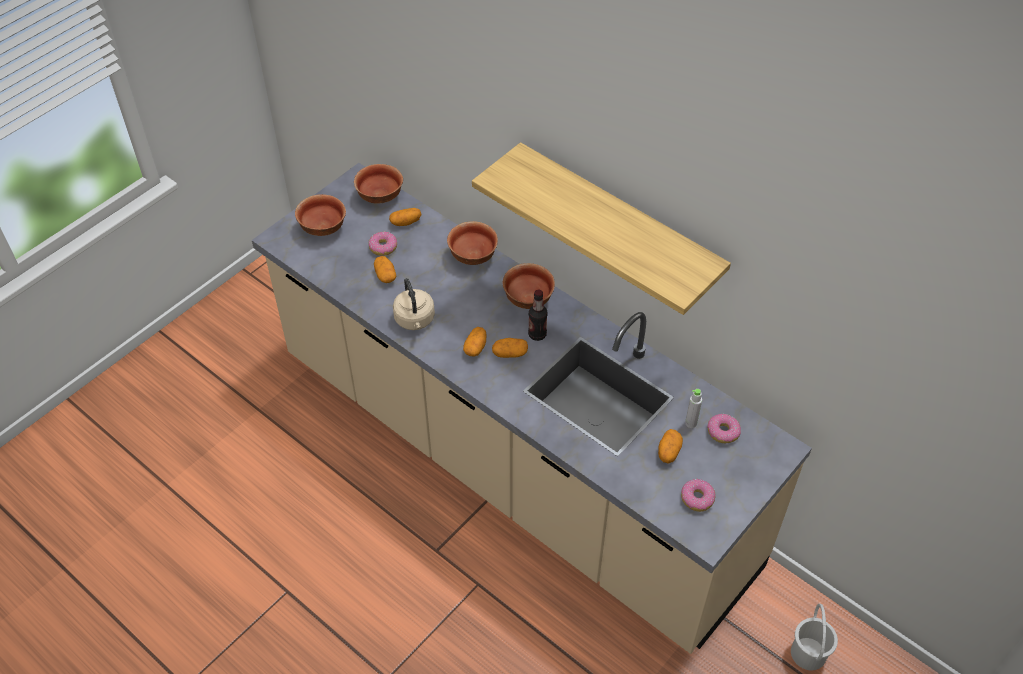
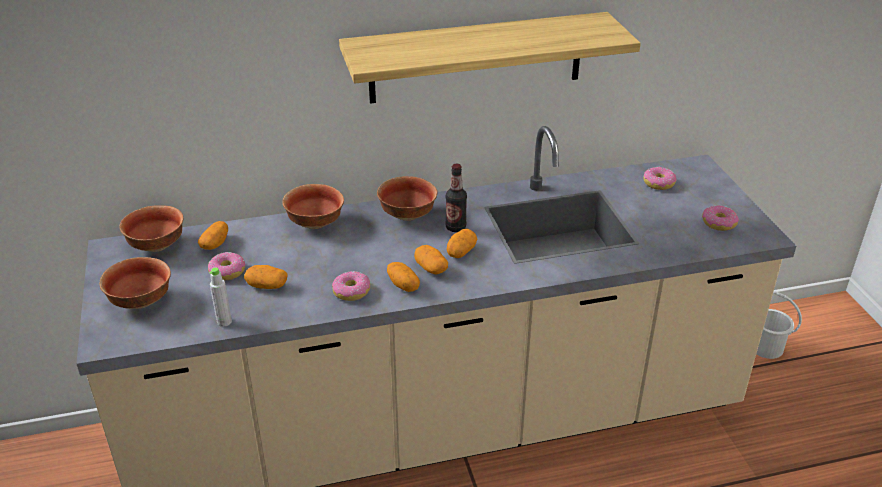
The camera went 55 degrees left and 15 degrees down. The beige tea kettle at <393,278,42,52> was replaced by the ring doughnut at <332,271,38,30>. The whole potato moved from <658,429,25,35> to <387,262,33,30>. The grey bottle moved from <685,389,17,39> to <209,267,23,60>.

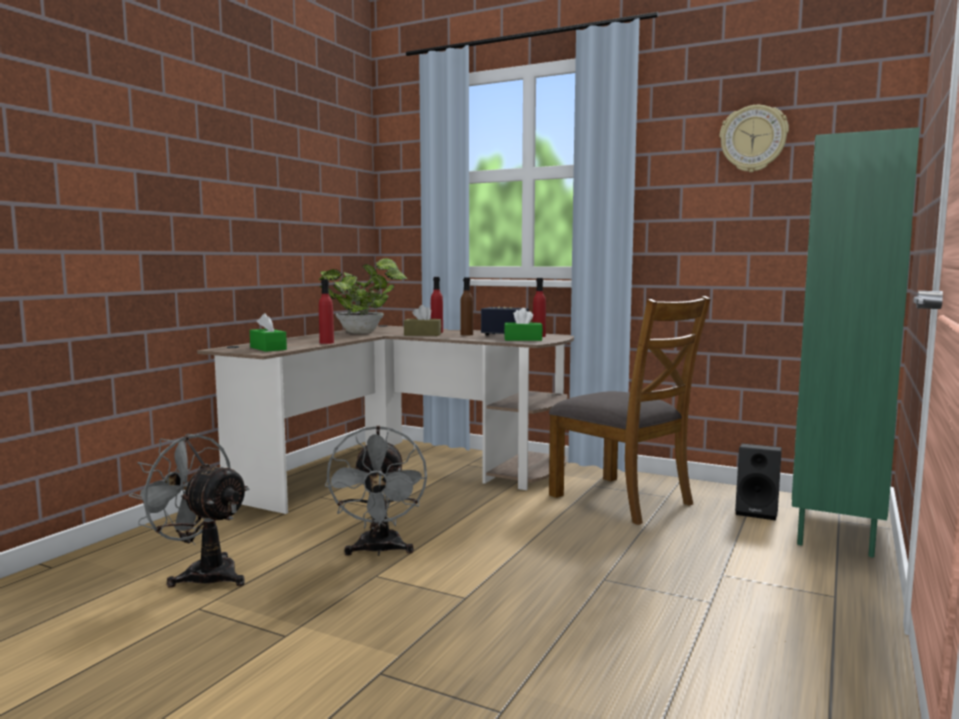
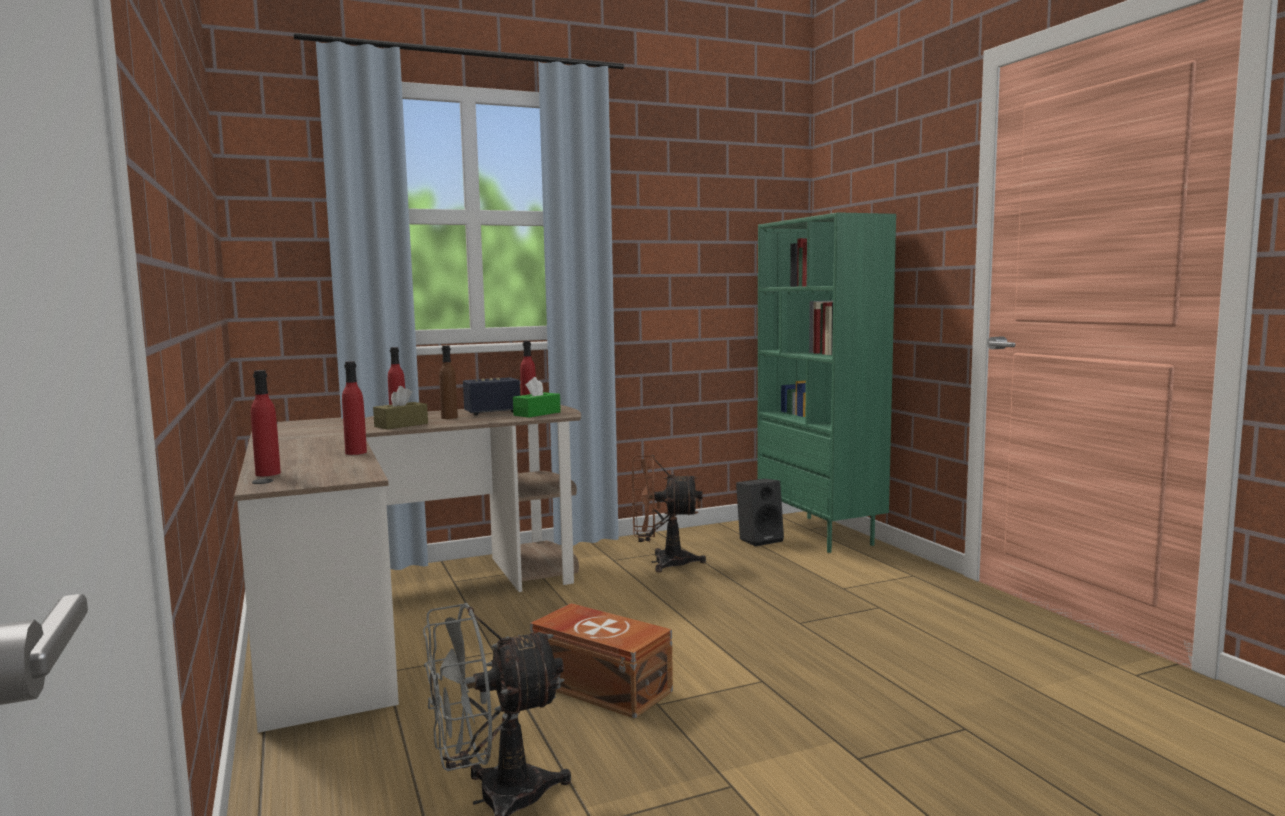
The camera went 50 degrees left and 0 degrees up. The greenish box of tissues at <250,313,37,39> disappeared. The plant in a pot at <318,258,90,76> disappeared. The grey cooling fan at <325,426,102,130> was replaced by the brownish storage bin at <530,603,143,115>. The brownish upright chair at <549,296,162,229> was replaced by the brownish cooling fan at <632,454,74,119>. The wall clock at <720,105,69,67> disappeared. The red-coloured bottle at <251,370,30,106> appeared.

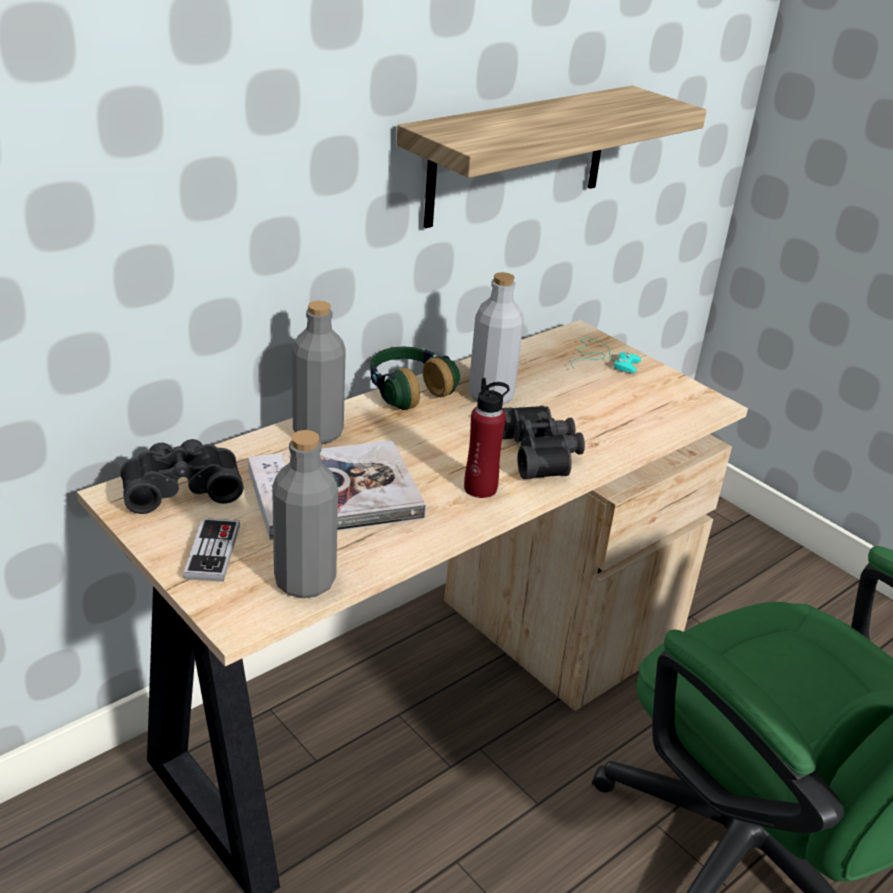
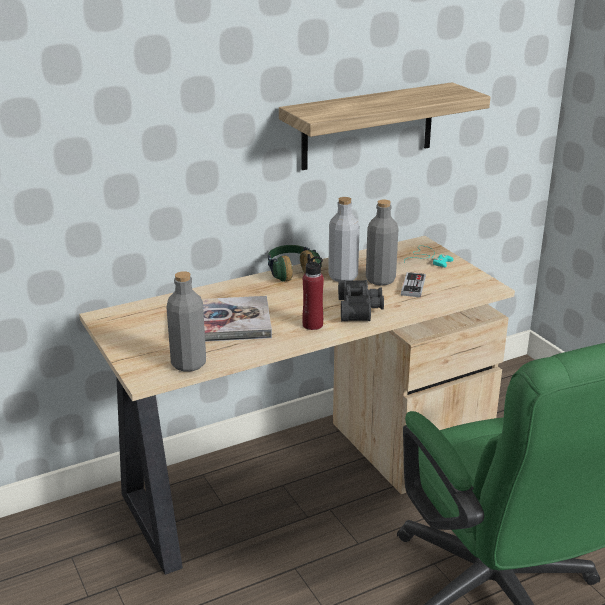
The camera went 15 degrees right and 5 degrees down. The blackish field glasses at <121,439,123,75> disappeared. The game controller moved from <183,518,57,64> to <401,272,25,25>. The grey bottle moved from <292,301,54,143> to <366,199,33,87>.

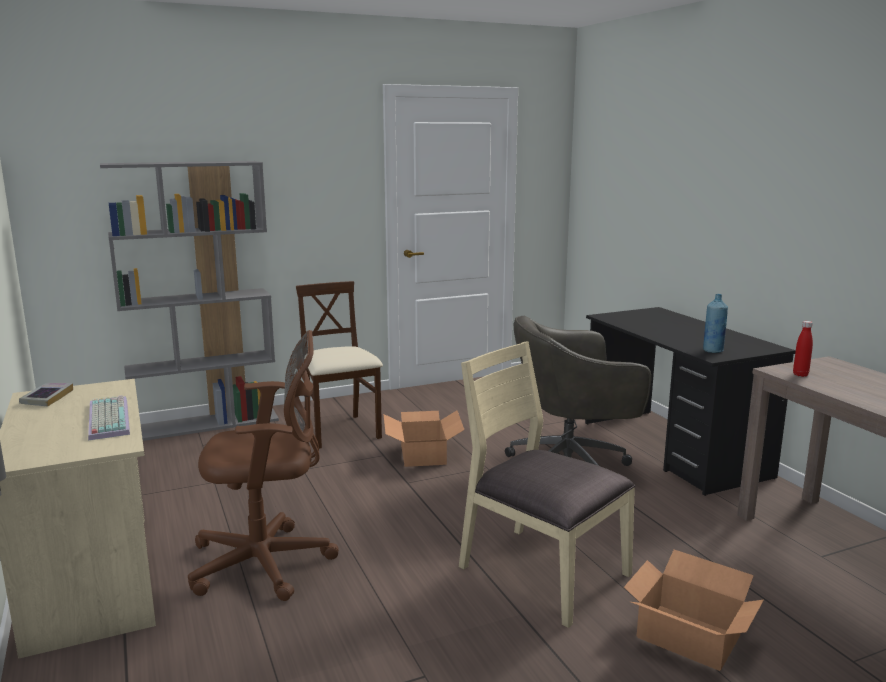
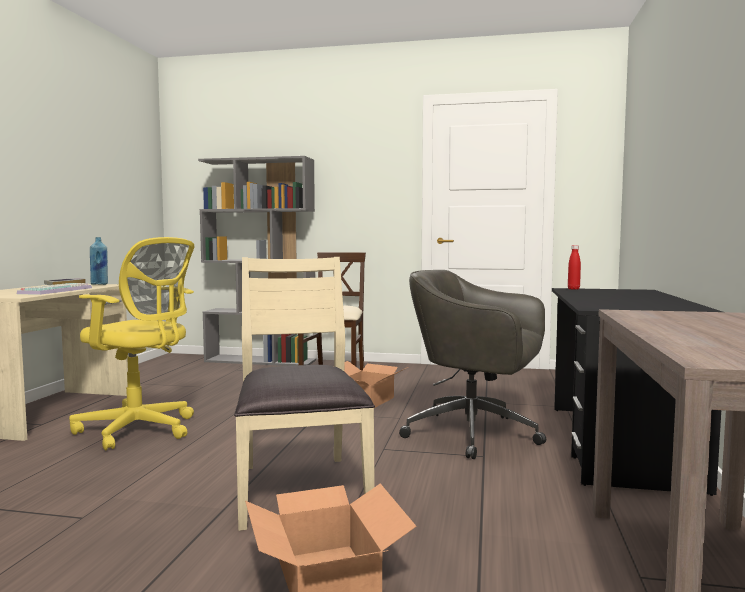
The camera went 35 degrees right and 10 degrees down. The brownish office chair at <188,330,151,271> became the yellow office chair at <69,237,125,214>. The blue bottle moved from <703,294,25,59> to <90,237,18,48>. The red-coloured bottle moved from <793,321,20,56> to <568,245,13,45>.

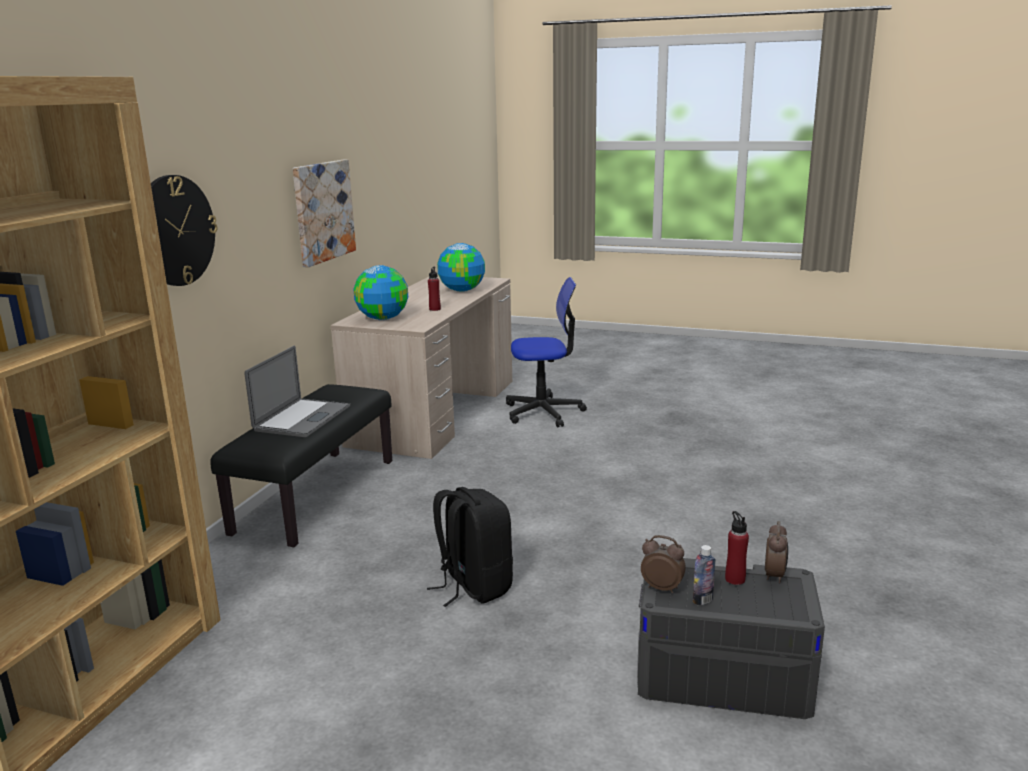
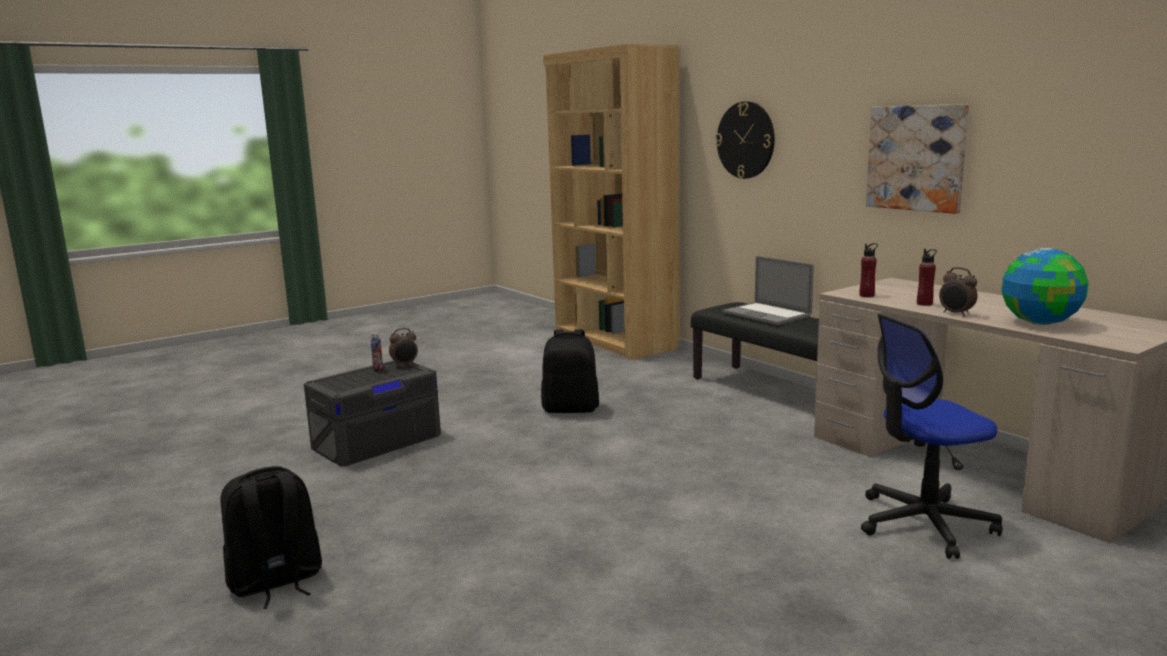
The camera went 125 degrees right and 5 degrees down. The desk globe at <353,265,55,55> disappeared. The office chair at <506,277,81,150> turned 45 degrees clockwise. The red-coloured bottle moved from <725,511,24,74> to <859,243,19,54>. The bedside clock moved from <765,521,23,62> to <939,267,39,49>. The blackish knapsack at <221,466,101,143> appeared.

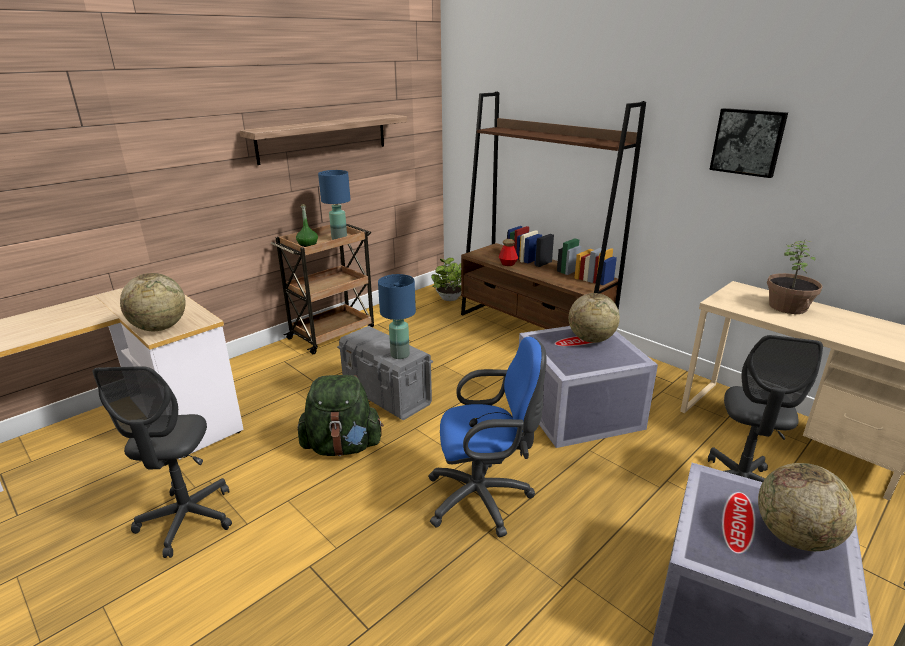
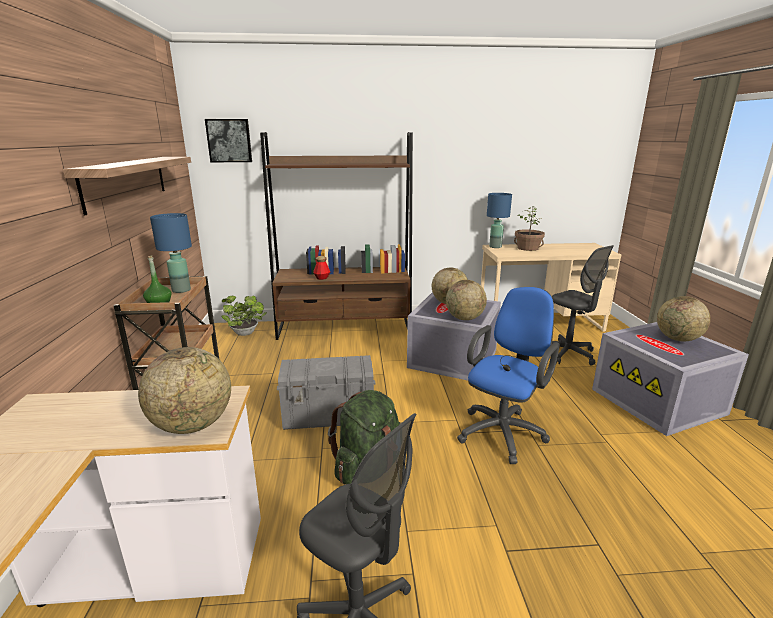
The camera went 50 degrees left and 5 degrees down. The blue tabletop lamp moved from <378,274,38,85> to <487,193,25,55>. The wall art moved from <709,108,79,70> to <205,119,47,43>. The desk globe at <446,280,41,40> appeared.

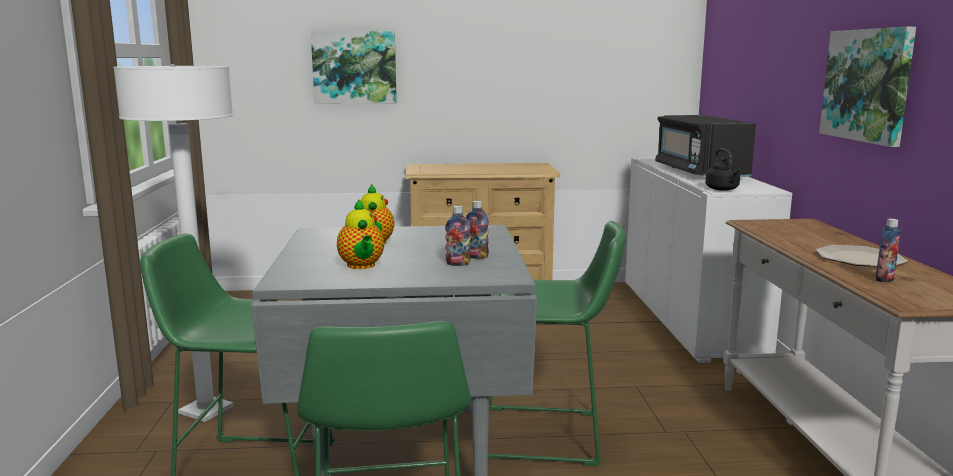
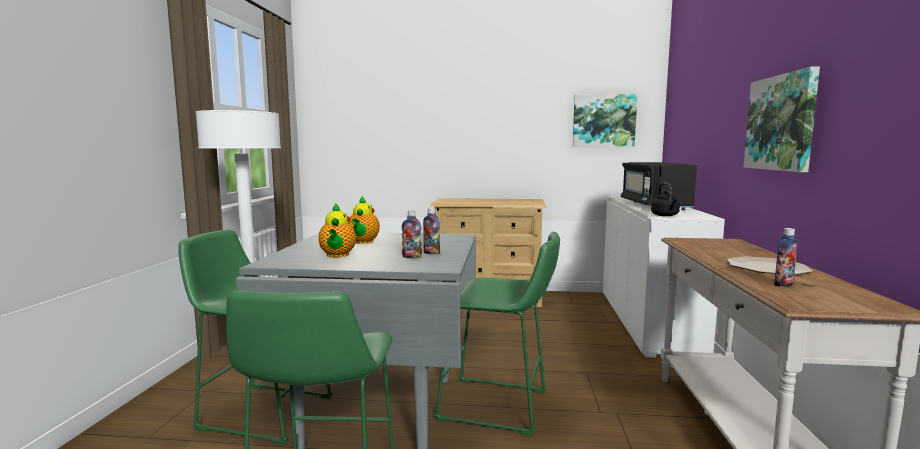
The camera went 10 degrees right and 5 degrees down. The wall art moved from <311,31,86,73> to <573,94,64,53>.

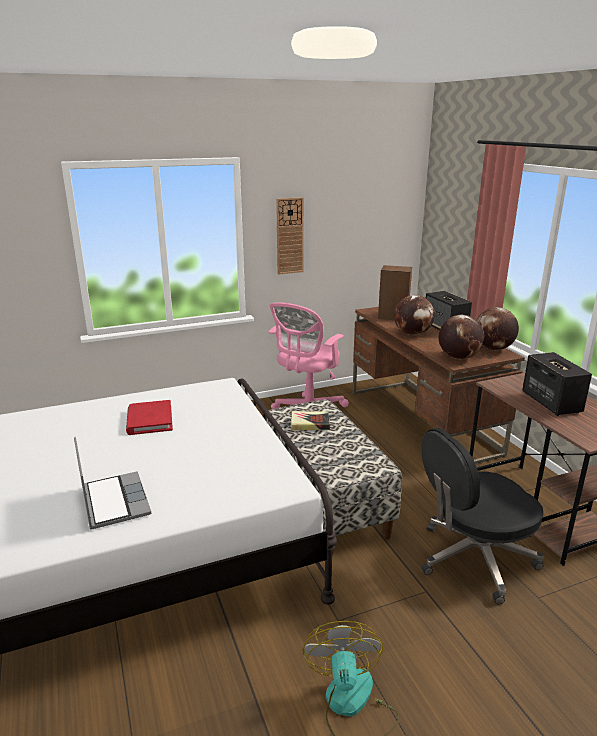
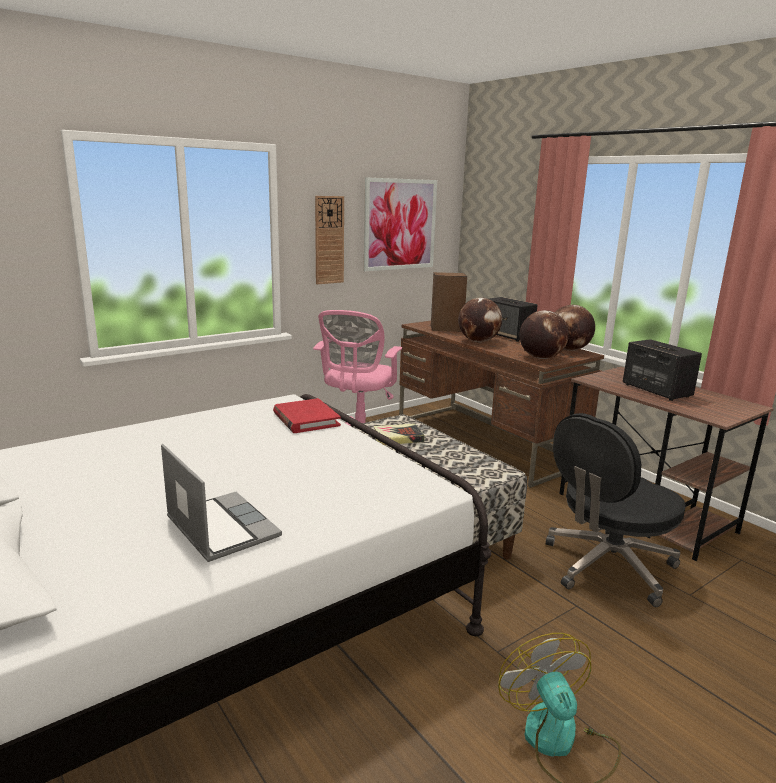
The camera went 15 degrees left and 5 degrees down. The red-coloured volume moved from <126,400,47,35> to <273,398,68,35>. The wall art at <364,177,73,94> appeared.

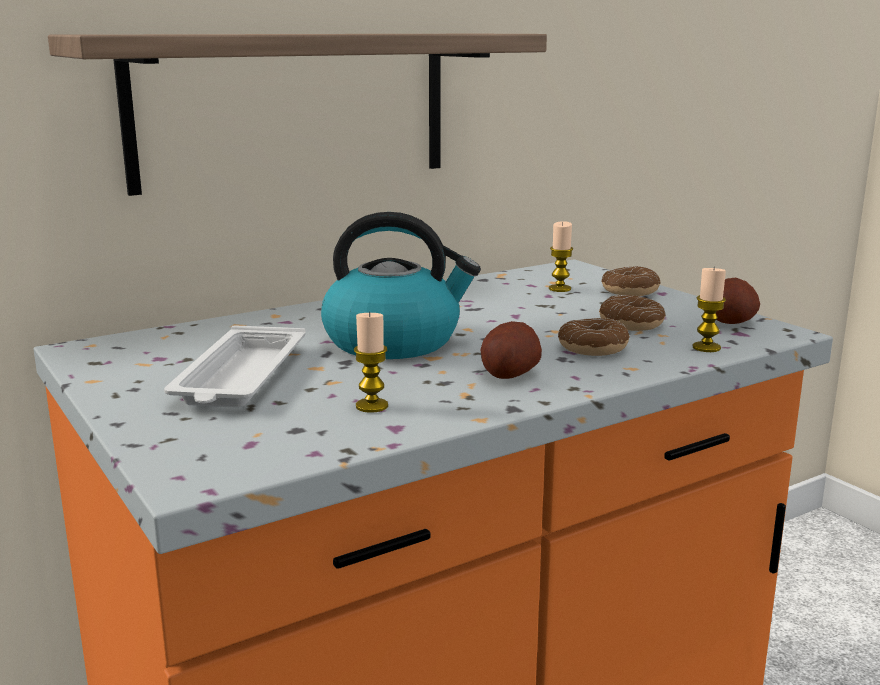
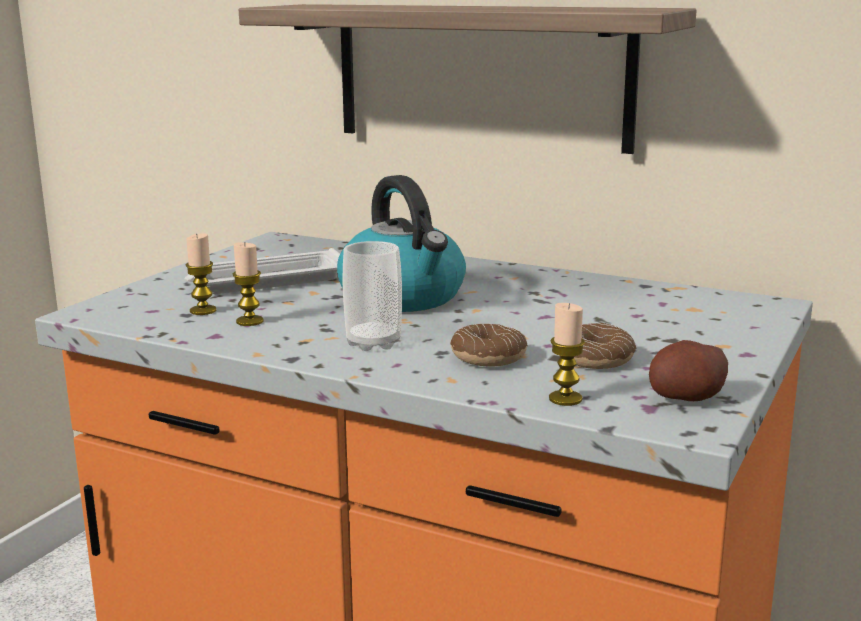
The camera went 60 degrees right and 0 degrees up. The whole potato at <480,321,62,58> was replaced by the drinking cup at <343,241,59,110>. The candle moved from <549,221,24,71> to <186,233,30,82>. The ring doughnut at <601,266,60,30> disappeared.

